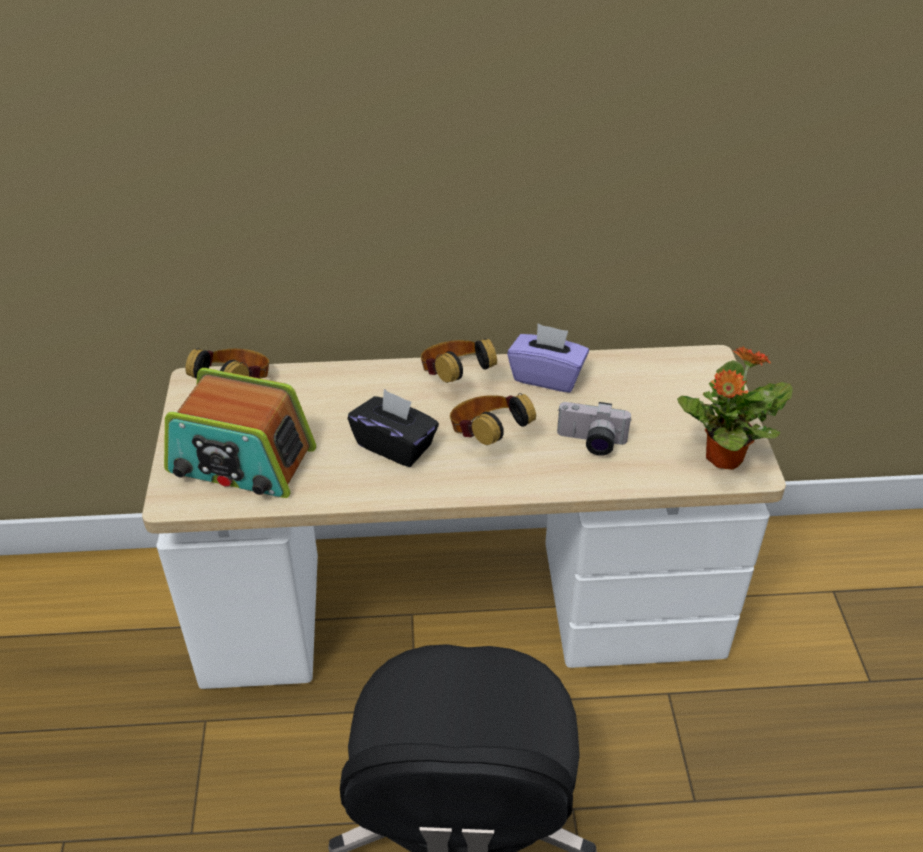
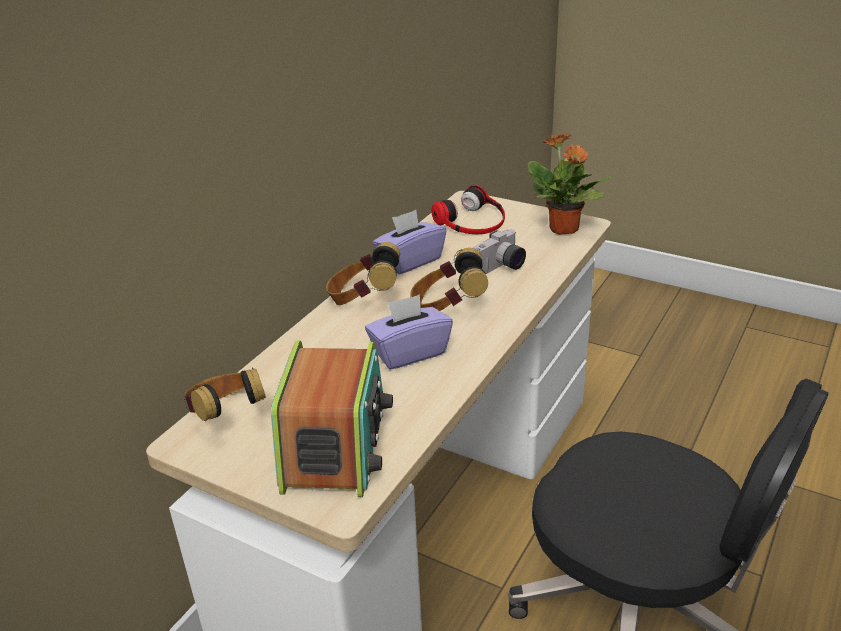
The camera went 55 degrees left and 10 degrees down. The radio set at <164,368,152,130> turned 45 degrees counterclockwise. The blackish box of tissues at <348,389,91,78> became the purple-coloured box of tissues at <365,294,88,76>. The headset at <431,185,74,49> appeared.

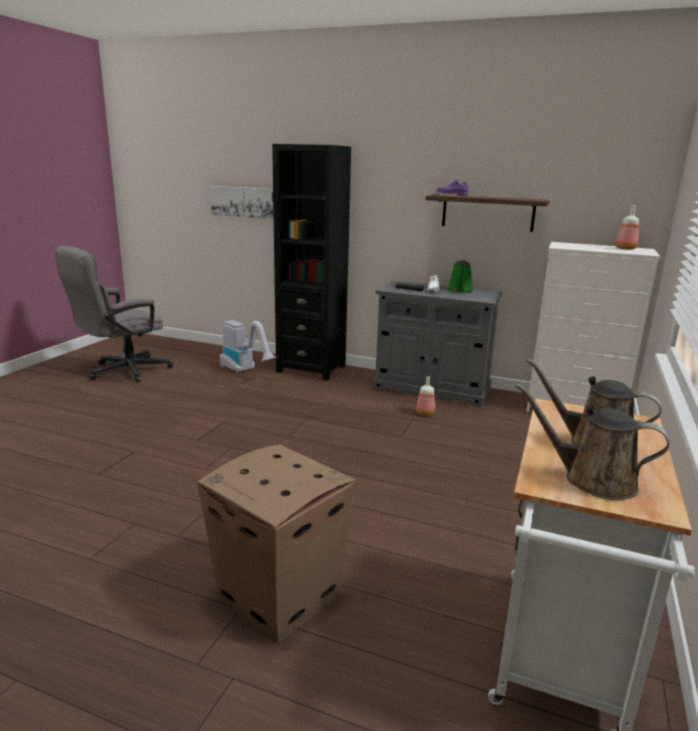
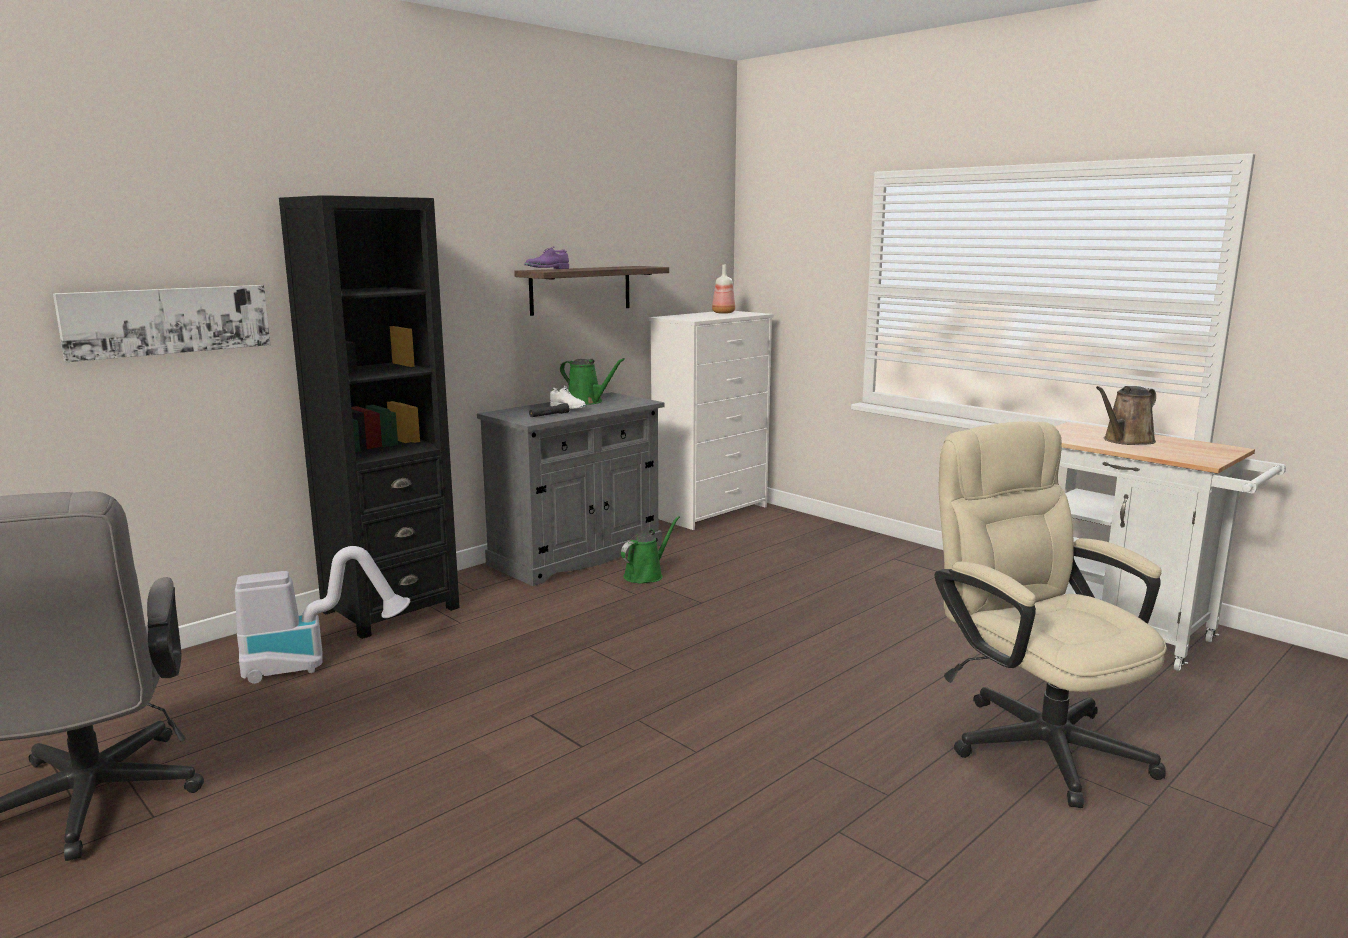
The camera went 65 degrees left and 5 degrees down. The packing box at <198,444,159,200> was replaced by the beige office chair at <934,421,233,387>. The bottle at <416,376,19,40> was replaced by the greenish watering pot at <621,516,59,67>. The brownish watering pot at <515,384,155,116> disappeared.

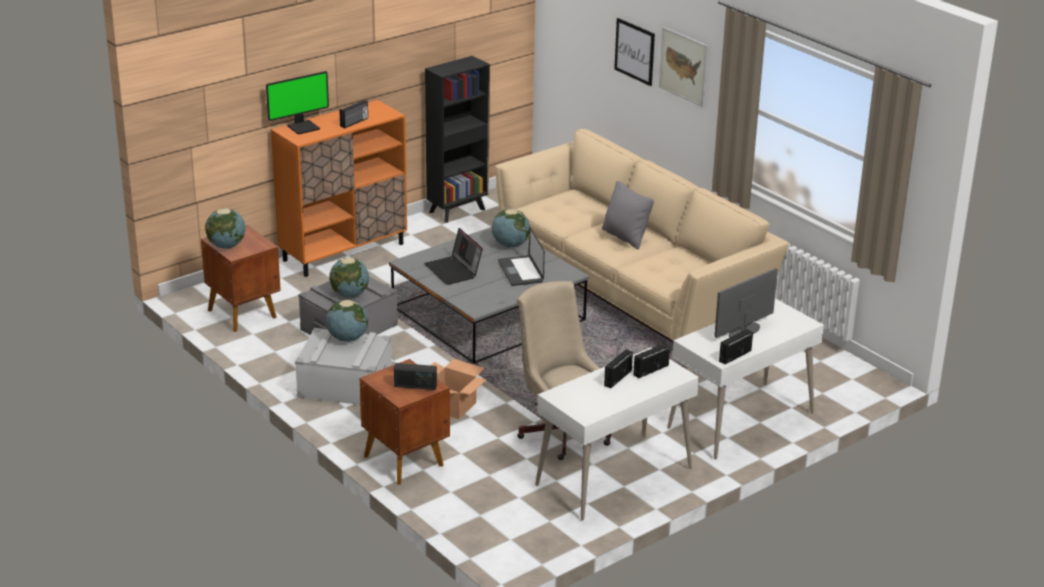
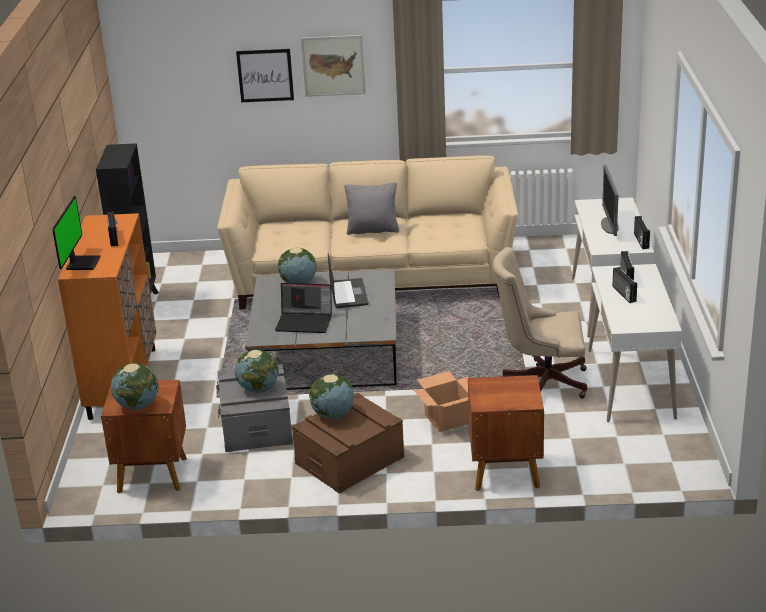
The camera went 50 degrees left and 0 degrees up. The grey storage bin at <295,328,97,77> became the brownish storage bin at <292,393,112,101>. The radio set at <394,363,43,27> disappeared. The notebook computer at <498,227,47,59> turned 120 degrees counterclockwise.

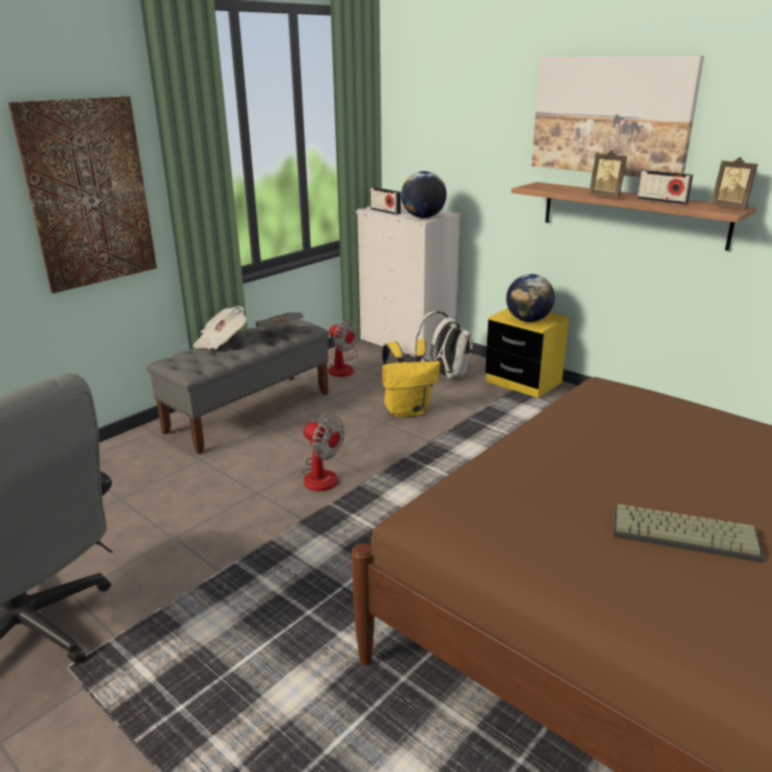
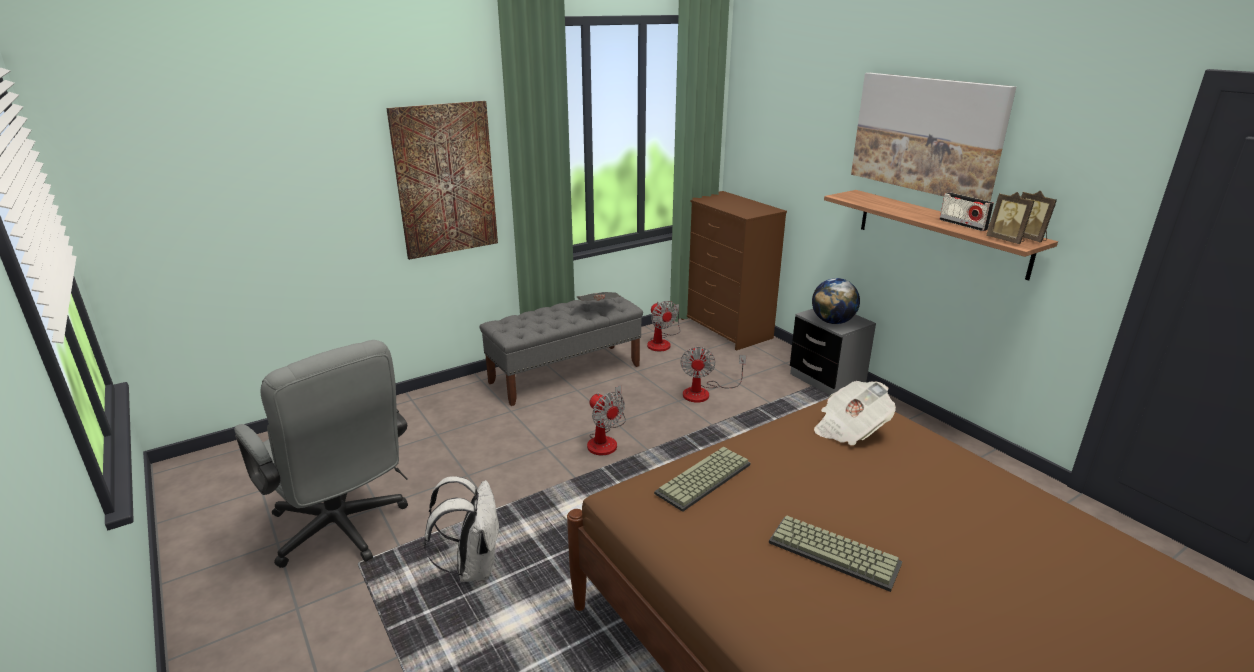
The camera went 15 degrees right and 0 degrees up. The printed paper moved from <193,306,53,44> to <814,381,82,64>. The white drawer chest at <356,204,105,157> became the brownish drawer chest at <681,191,106,160>. The radio set at <370,187,31,28> disappeared. The yellow knapsack at <382,339,58,78> was replaced by the cooling fan at <680,346,66,57>. The desk globe at <401,171,46,47> disappeared. The white knapsack moved from <416,311,57,68> to <424,476,76,106>. The yellow night table at <485,308,84,90> became the grey night table at <790,309,86,86>. The photo frame moved from <589,150,38,47> to <986,192,48,52>. The computer keyboard at <654,447,96,65> appeared.

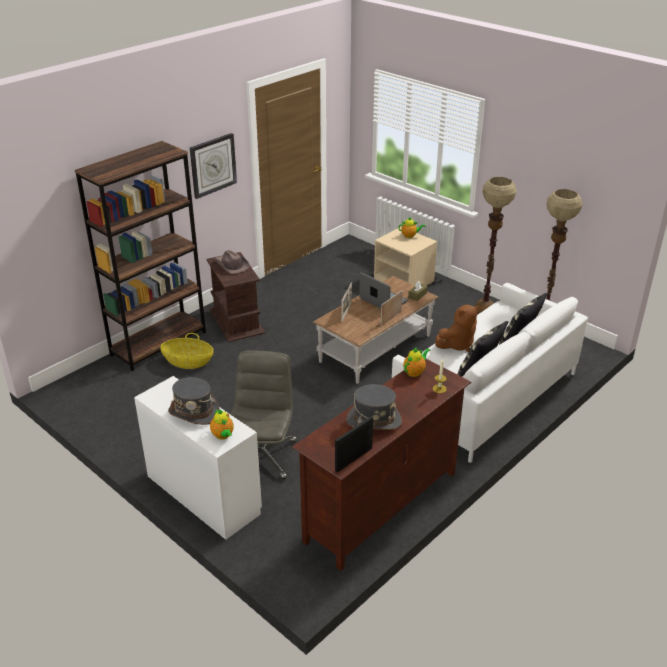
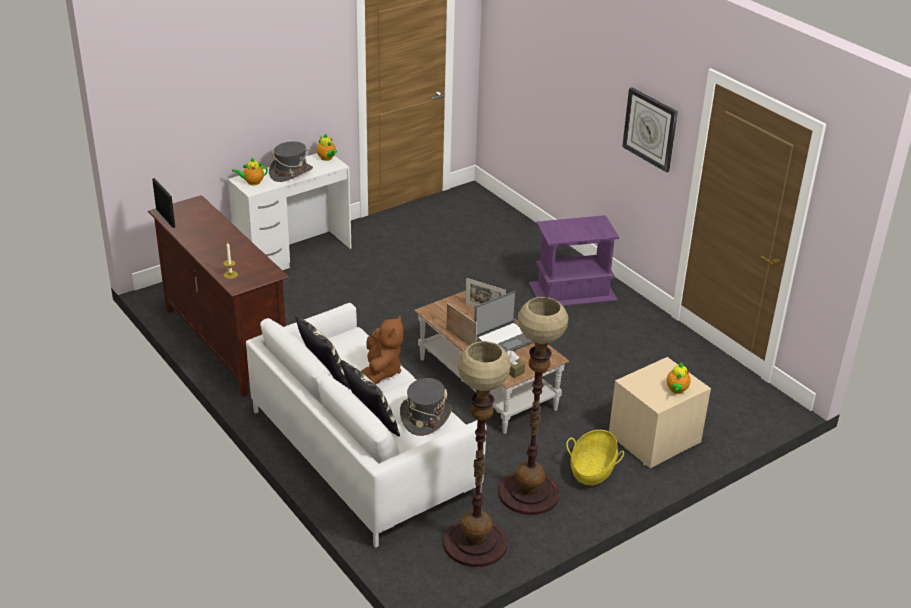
The camera went 100 degrees right and 0 degrees up. The brownish bookshelf at <75,141,131,230> disappeared. The household basket moved from <160,333,53,36> to <566,430,58,55>. The brownish accent table at <207,252,58,90> became the purple-coloured accent table at <529,215,90,91>. The brownish hat at <214,250,35,24> disappeared. The grey office chair at <231,350,66,130> disappeared. The grey hat moved from <346,384,56,46> to <400,378,52,58>. The pot for tea moved from <403,348,27,29> to <316,134,21,27>. The brownish cuddly toy at <435,305,44,47> turned 150 degrees counterclockwise.

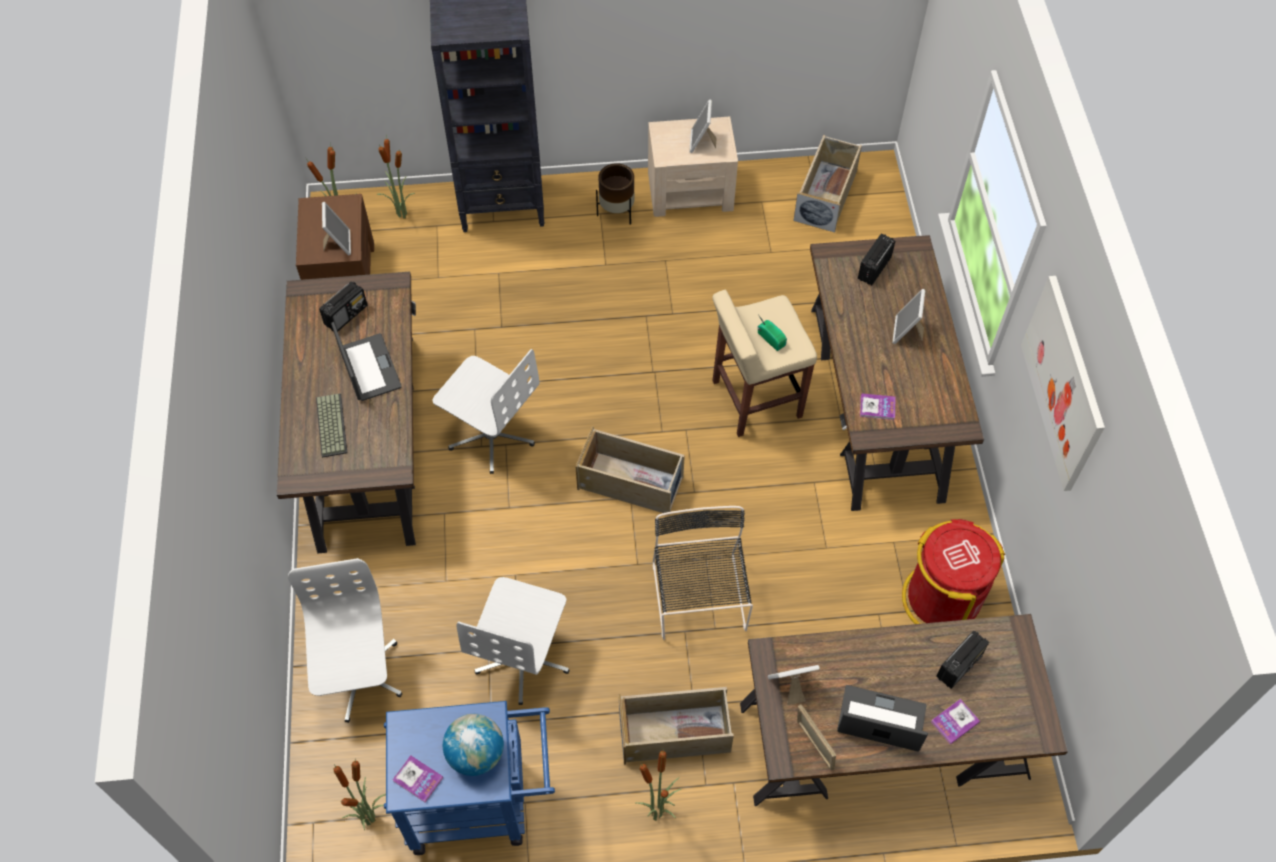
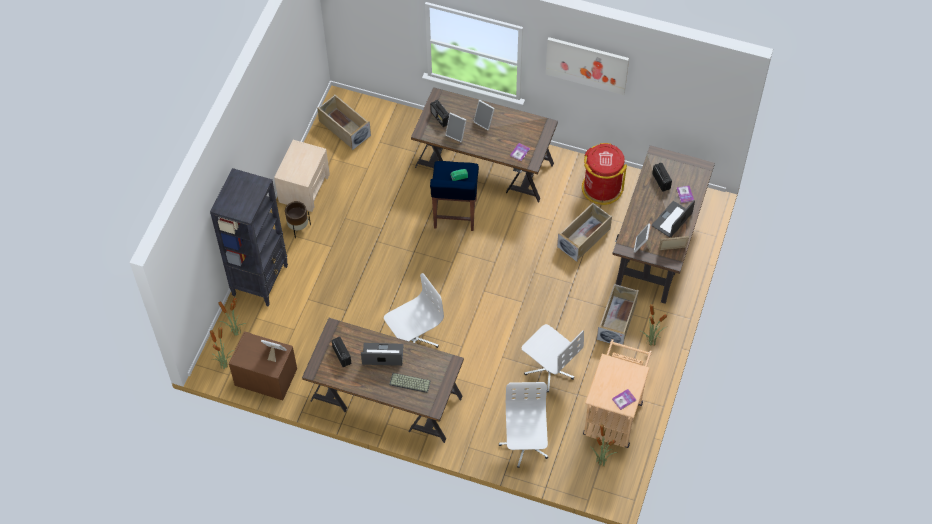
The camera went 65 degrees left and 0 degrees up. The white office chair at <288,558,114,165> turned 75 degrees clockwise. The blue wheeled cart at <384,701,171,154> became the beige wheeled cart at <583,339,69,109>. The desk globe at <443,714,61,62> disappeared. The beige storage bin moved from <575,426,110,89> to <557,202,55,60>. The blackish upright chair at <653,506,100,134> disappeared. The photo frame moved from <689,100,28,53> to <445,112,22,30>. The beige stool seat at <712,290,105,147> became the blue stool seat at <430,161,49,70>.

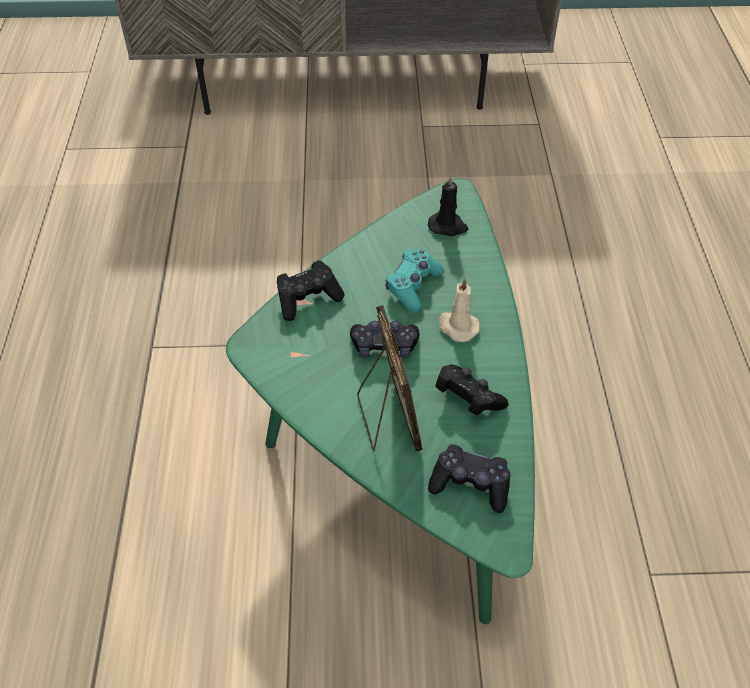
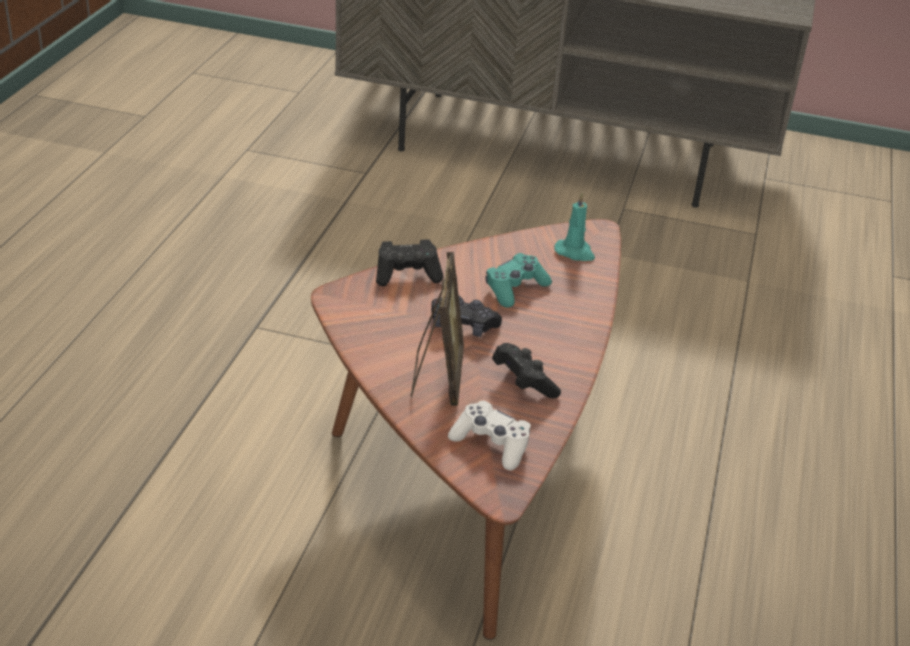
The camera went 15 degrees right and 15 degrees down. The greenish coffee table at <226,178,309,446> became the brownish coffee table at <311,219,310,421>. The blackish candle at <428,175,40,61> became the blue-green candle at <554,193,41,68>. The blackish game controller at <428,444,83,69> became the white game controller at <448,400,83,71>. The beige candle at <439,277,41,65> disappeared.

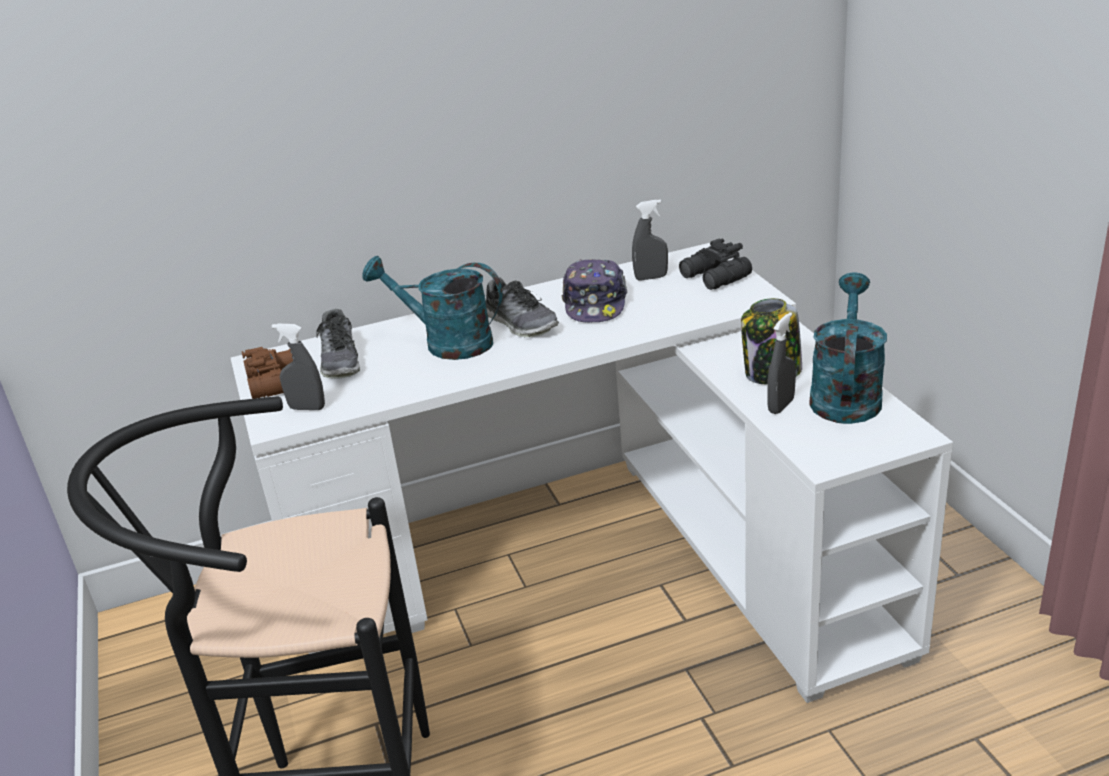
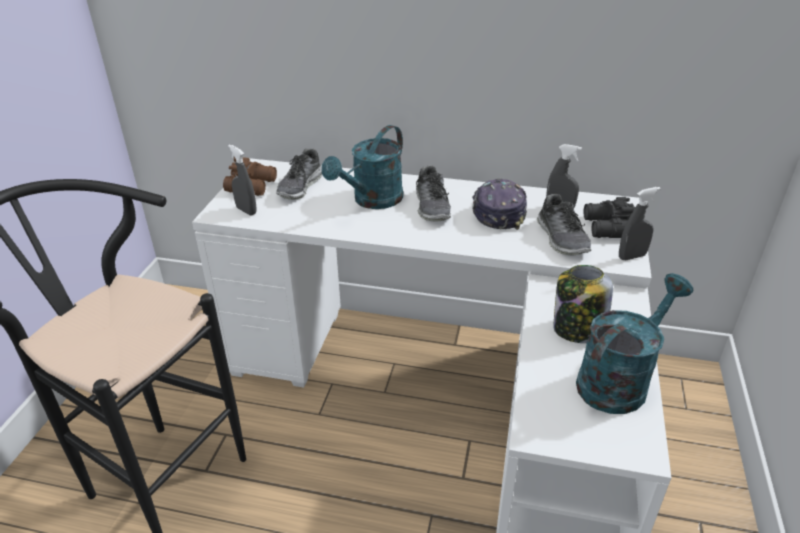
The camera went 30 degrees right and 5 degrees up. The blue-green watering pot at <362,256,141,104> turned 105 degrees counterclockwise. The baseball cap at <562,259,65,64> turned 150 degrees clockwise. The grey spray bottle moved from <767,312,29,102> to <619,187,42,73>. The low shoe at <537,194,54,62> appeared.

